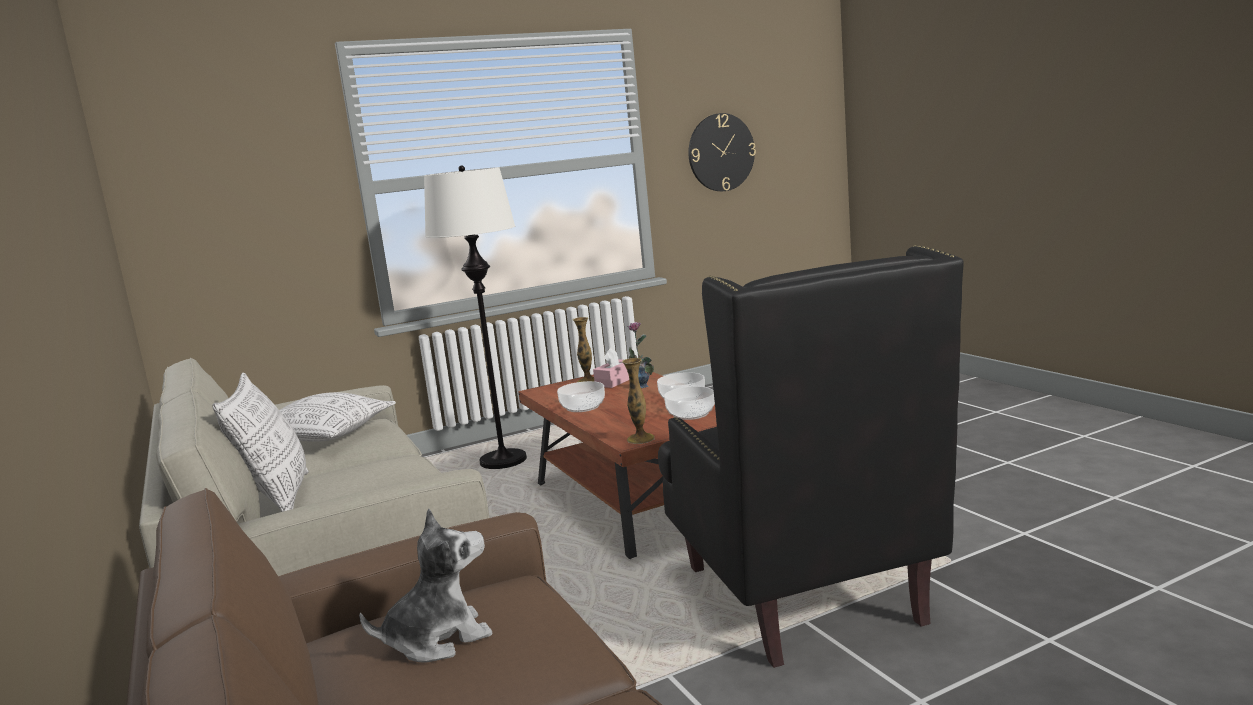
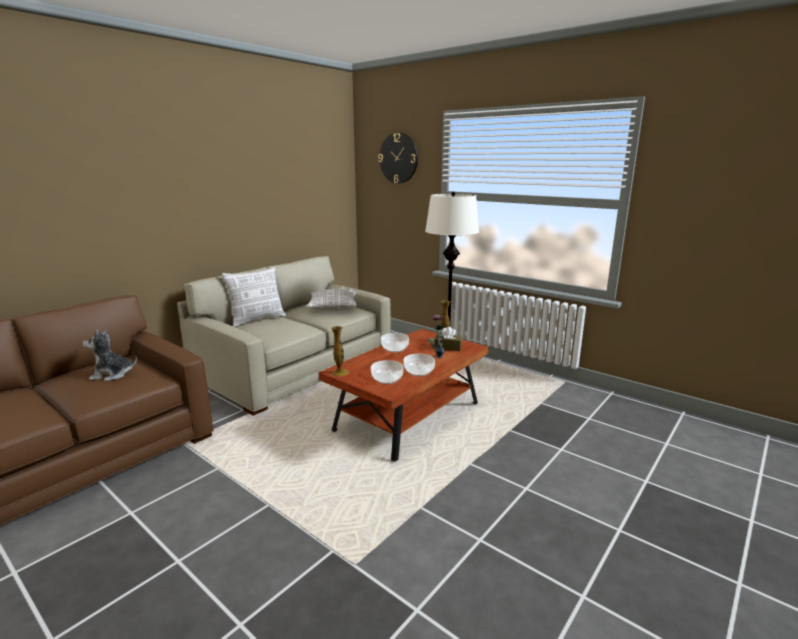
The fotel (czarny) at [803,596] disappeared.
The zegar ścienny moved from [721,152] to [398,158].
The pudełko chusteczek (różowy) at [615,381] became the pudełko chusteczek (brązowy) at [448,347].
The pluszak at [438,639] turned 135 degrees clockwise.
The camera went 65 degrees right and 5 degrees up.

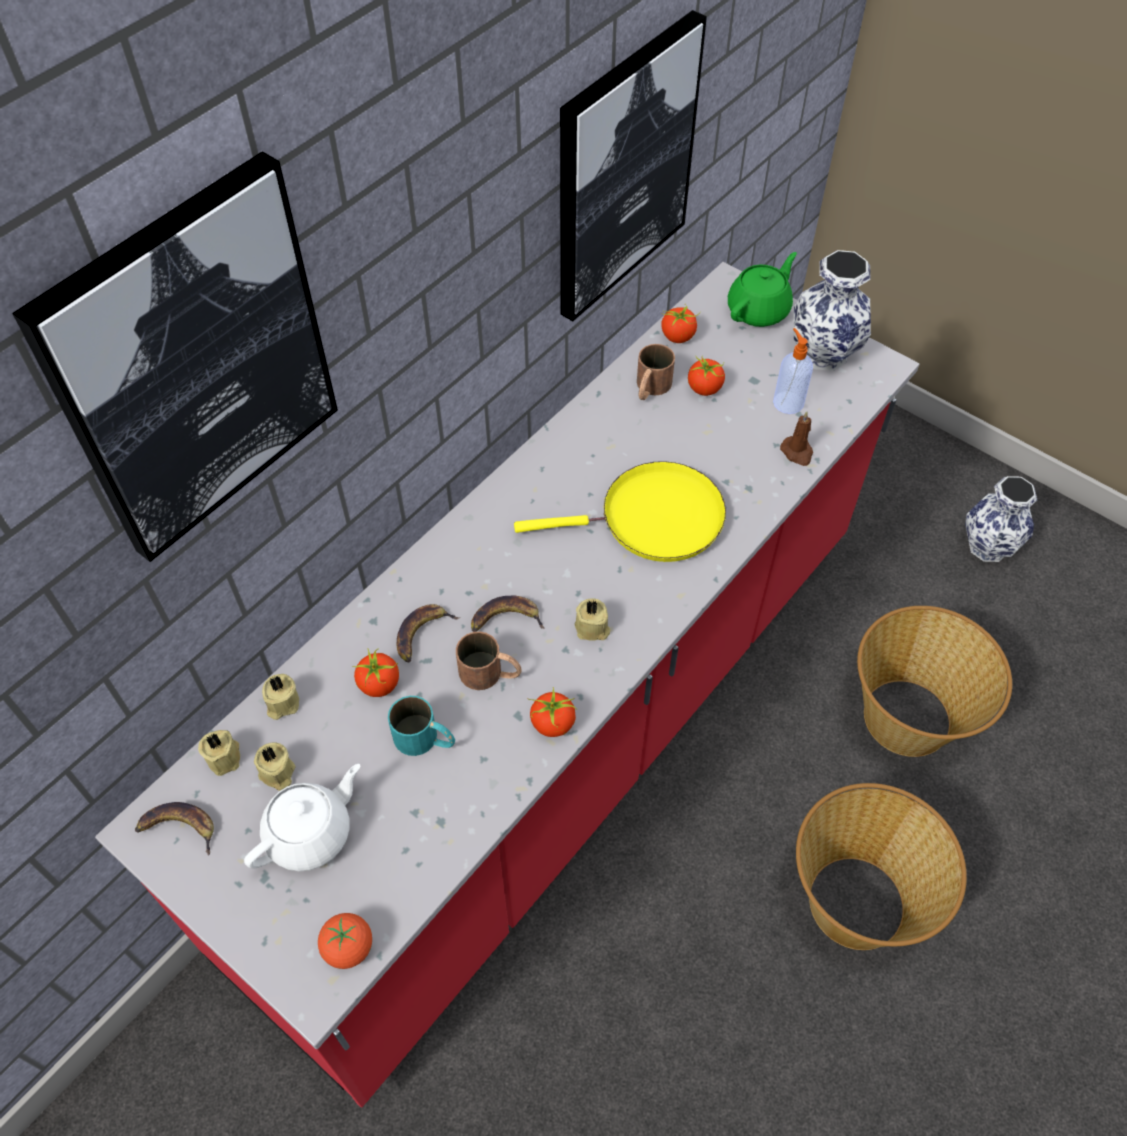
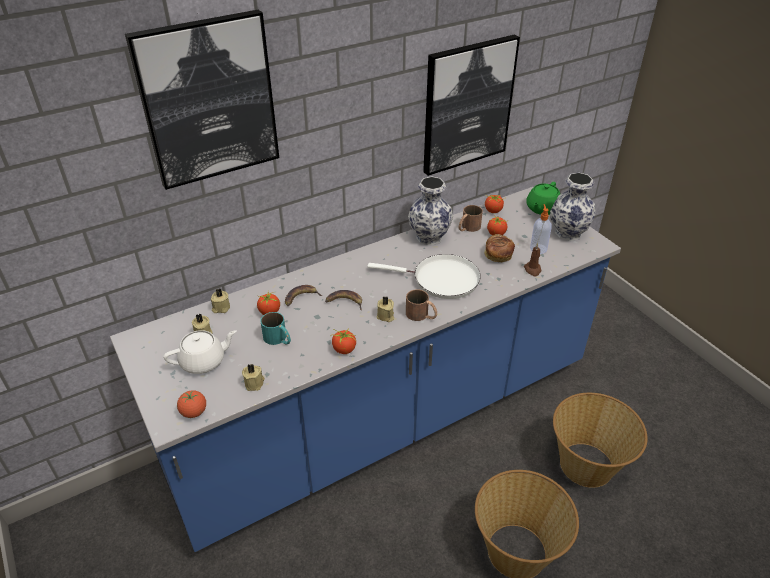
The banan at [178,828] disappeared.
The chleb at [498,255] appeared.
The świeca (beżowy) moved from [225,757] to [255,383].
The kubek (brązowy) moved from [490,673] to [421,315].
The wazon moved from [988,547] to [429,237].
The zabudowa kuchenna (czerwony) at [563,738] became the zabudowa kuchenna (niebieski) at [385,418].
The patelnia (żółty) at [653,519] became the patelnia (biały) at [441,280].
The imbryk (zielony) at [759,310] turned 150 degrees clockwise.
The camera went 20 degrees right and 15 degrees down.

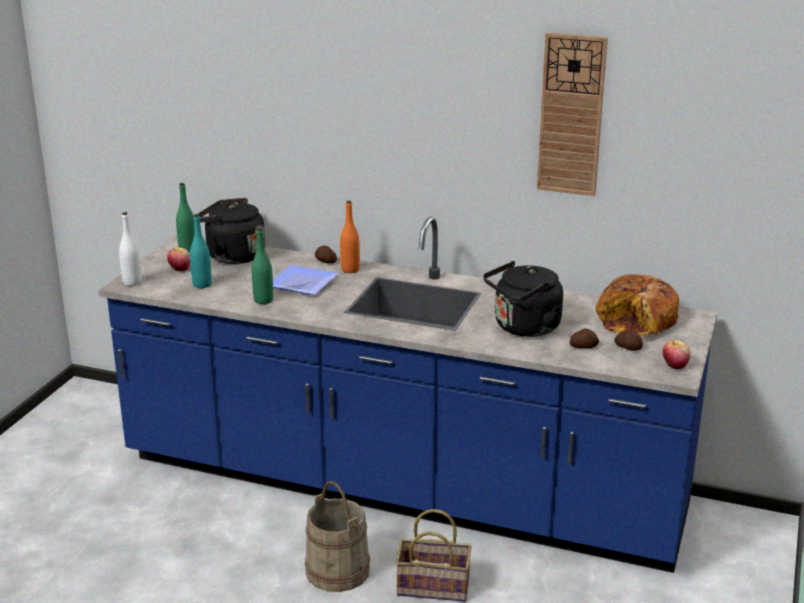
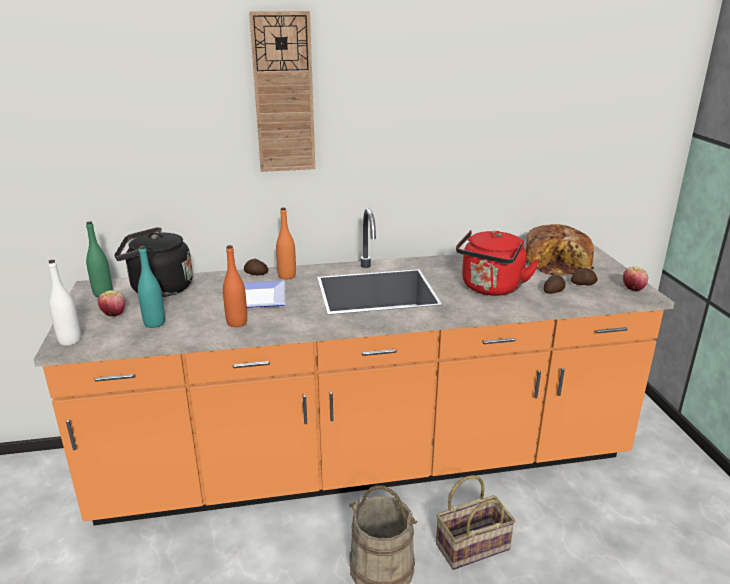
The zegar ścienny moved from [571,115] to [283,94].
The zabudowa kuchenna (niebieski) at [402,486] became the zabudowa kuchenna (pomarańczowy) at [365,461].
The butelka (zielony) at [263,300] became the butelka (pomarańczowy) at [237,323].
The czajnik (czarny) at [523,328] became the czajnik (czerwony) at [490,289].
The camera went 30 degrees left and 0 degrees up.

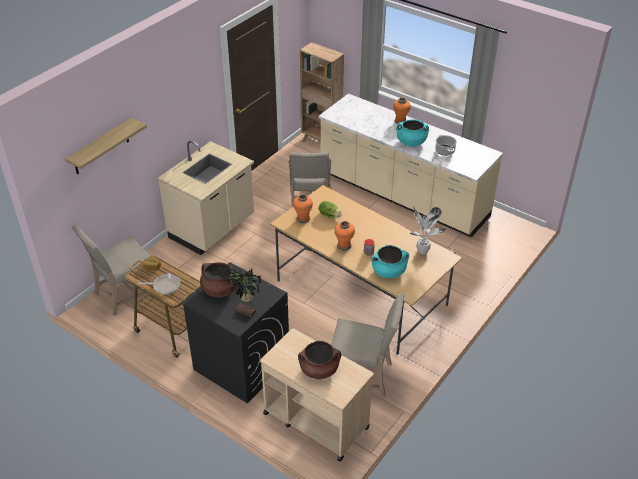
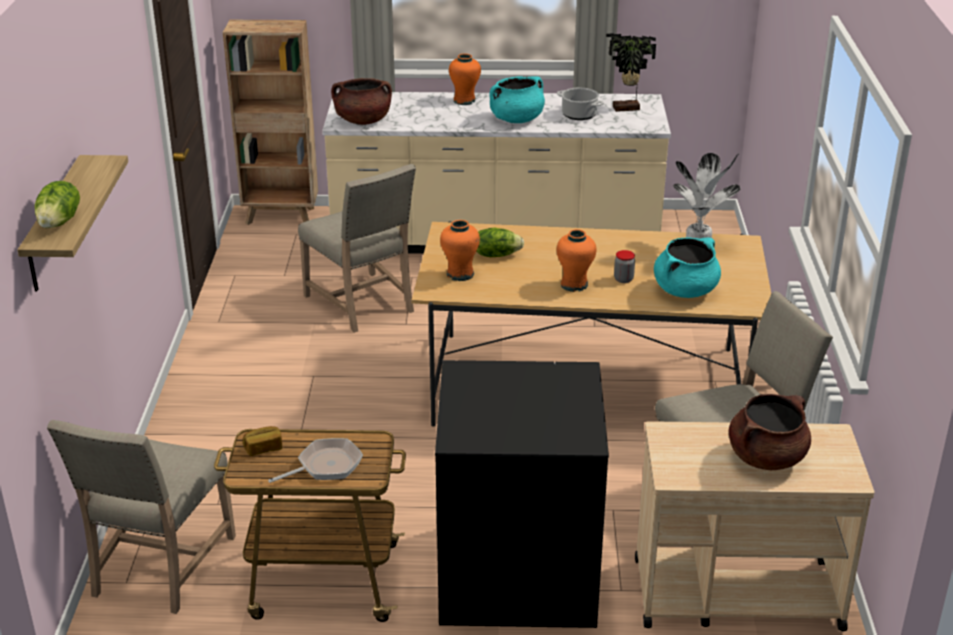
The zabudowa kuchenna (beżowy) at [212,228] disappeared.
The sałata at [60,222] appeared.
The garnek (brązowy) moved from [219,290] to [363,121].
The roślina doniczkowa moved from [245,313] to [627,109].
The camera went 35 degrees left and 10 degrees down.

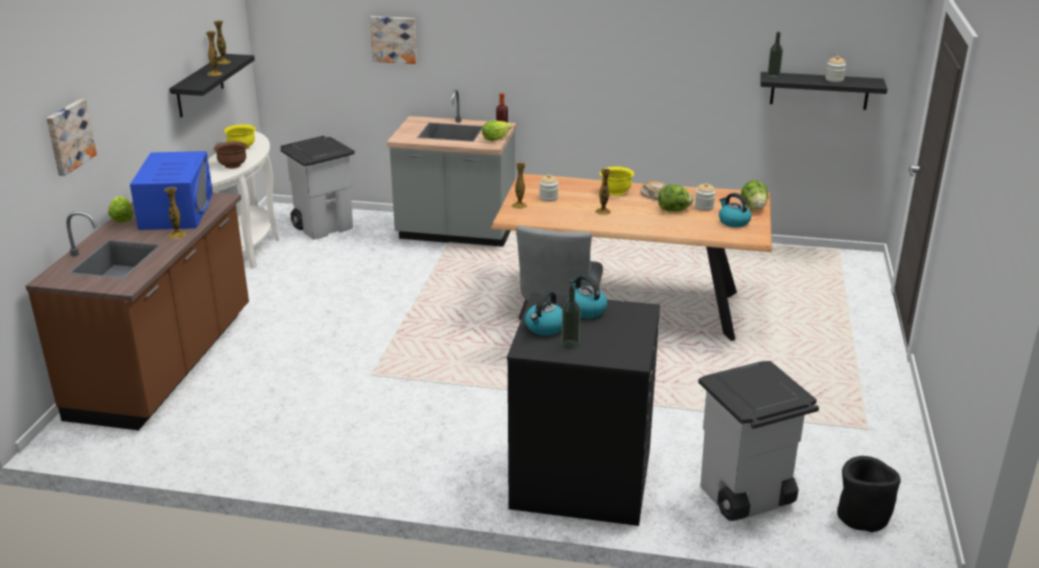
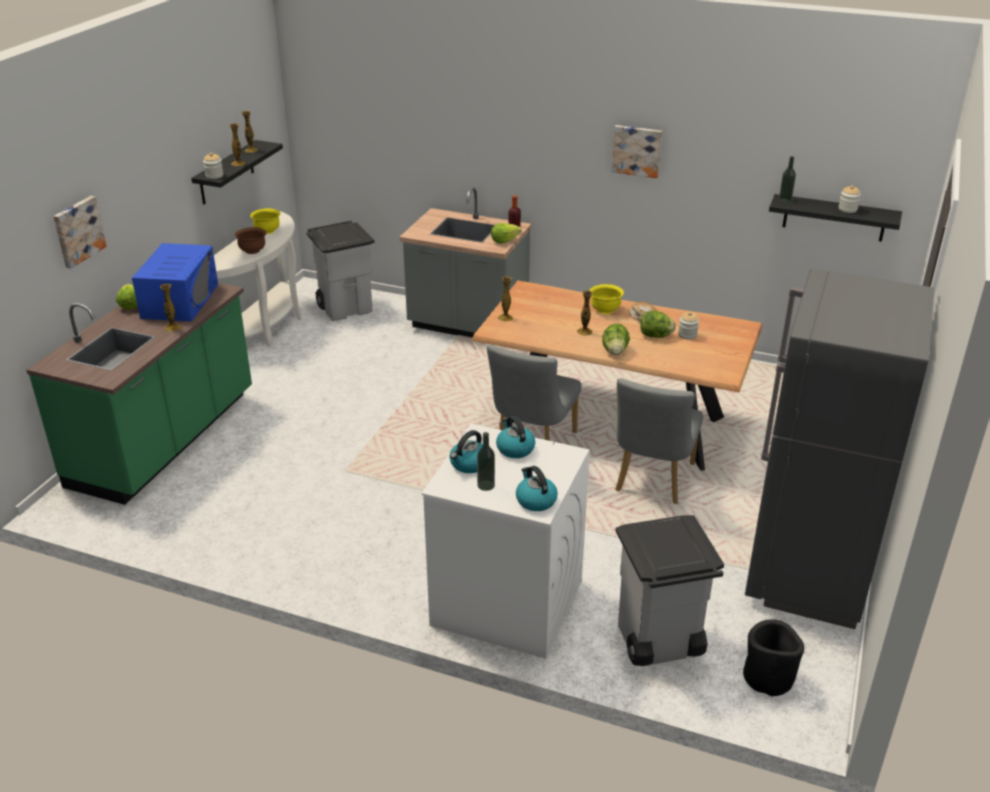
The krzesło (szary) at [652,481] appeared.
The lodówka (szary) at [807,574] appeared.
The obraz moved from [394,39] to [637,150].
The słoik moved from [548,198] to [214,176].
The czajnik moved from [733,222] to [535,500].
The sałata moved from [754,207] to [615,351].
The zabudowa kuchenna (brązowy) at [165,364] became the zabudowa kuchenna (zielony) at [165,439].
The pralka (czarny) at [580,478] became the pralka (biały) at [506,602].
The camera went 10 degrees right and 5 degrees up.

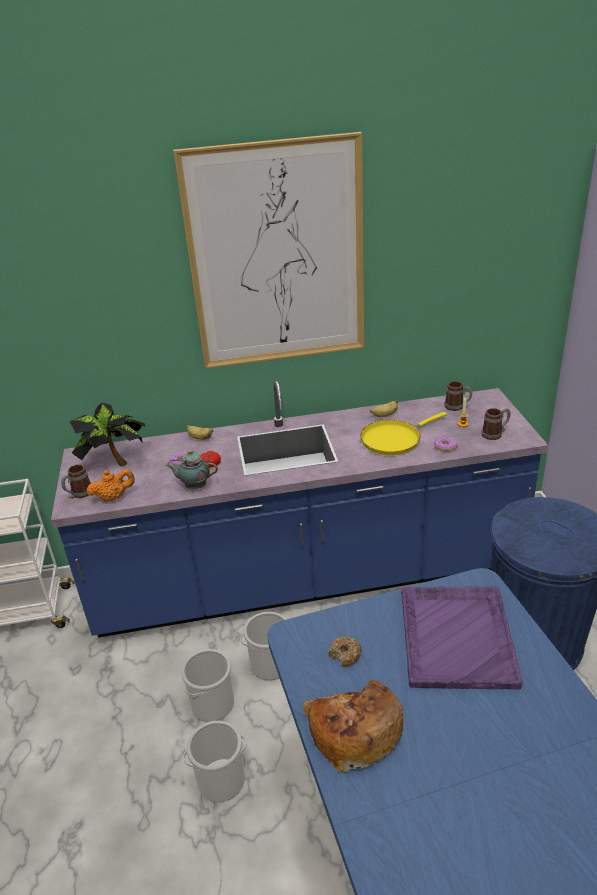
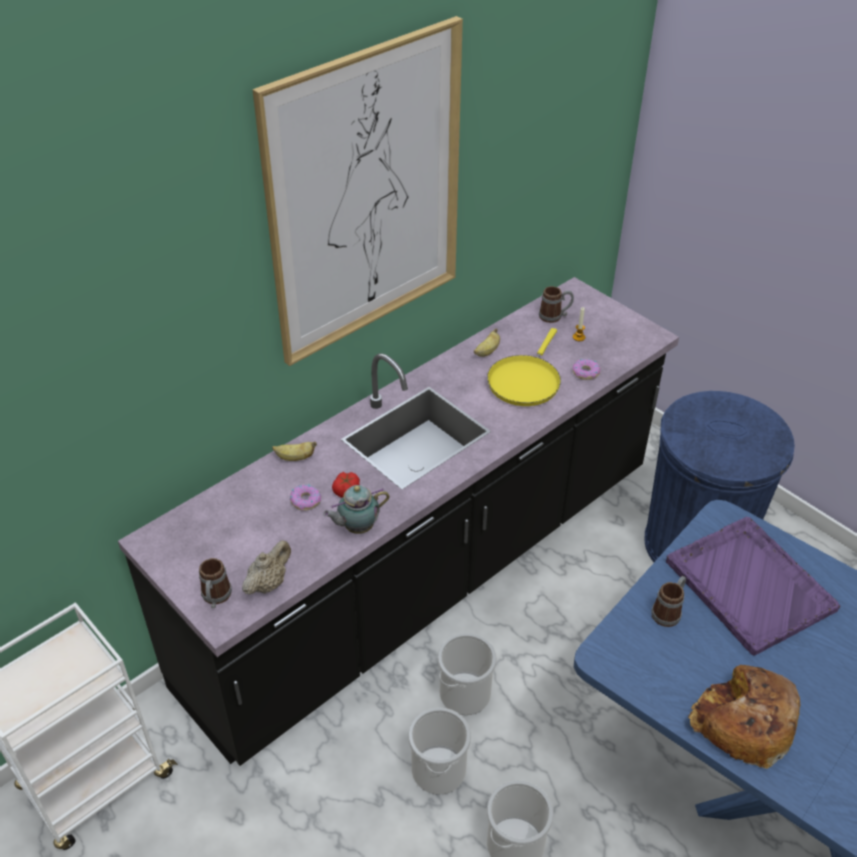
The roślina doniczkowa at [114,462] disappeared.
The donut at [345,655] disappeared.
The kubek moved from [495,434] to [668,611].
The zabudowa kuchenna (niebieski) at [307,580] became the zabudowa kuchenna (czarny) at [427,576].
The imbryk (pomarańczowy) at [114,497] became the imbryk (beżowy) at [268,583].
The camera went 35 degrees left and 10 degrees up.

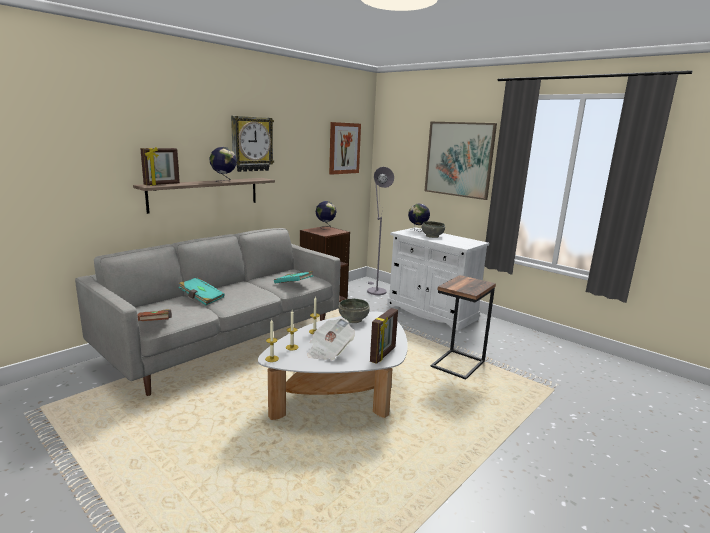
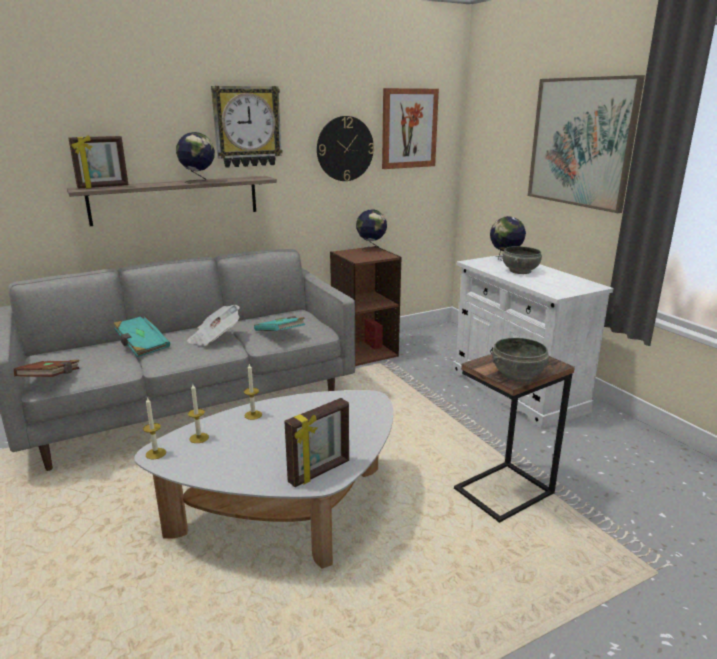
The lampa stojąca (szary) at [374,290] disappeared.
The zegar ścienny at [345,149] appeared.
The gazeta moved from [329,351] to [215,338].
The miska (szary) moved from [353,320] to [518,375].
The camera went 20 degrees right and 5 degrees up.

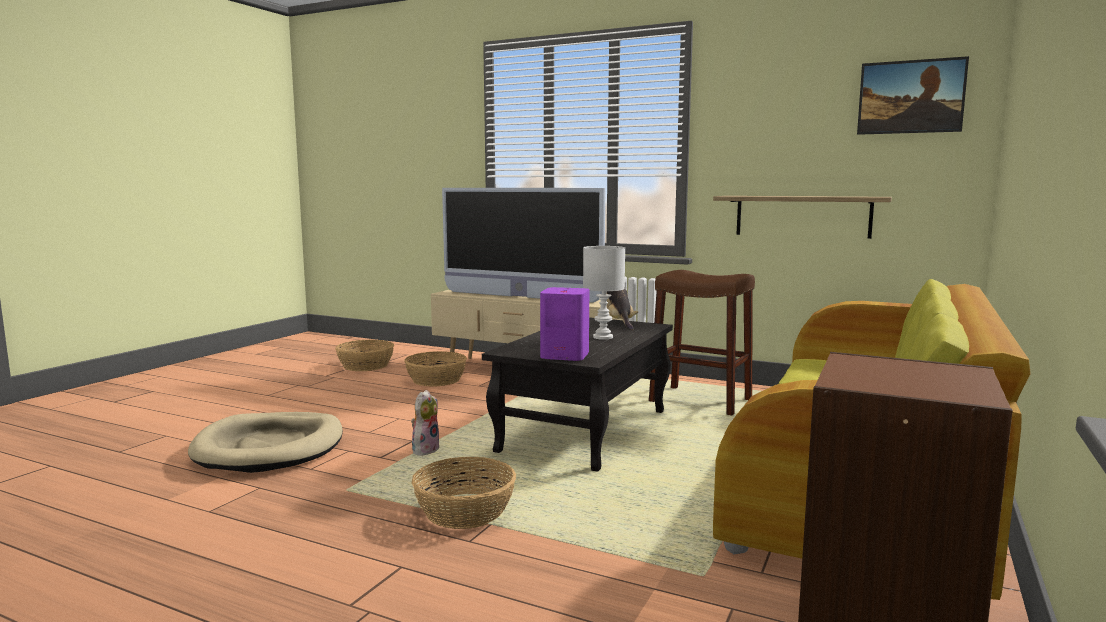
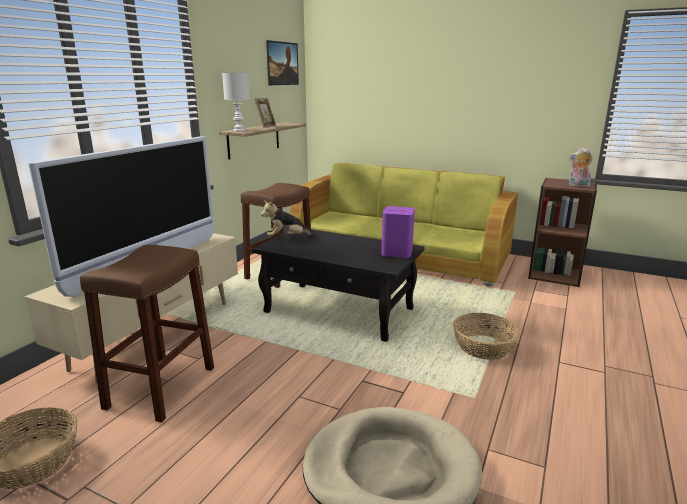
The ramka na zdjęcie at [266,127] appeared.
The pluszak moved from [425,450] to [578,185].
The lampa stołowa (biały) moved from [602,337] to [238,130].
The koszyk at [436,380] was replaced by the stołek (brązowy) at [161,387].
The camera went 90 degrees left and 10 degrees up.

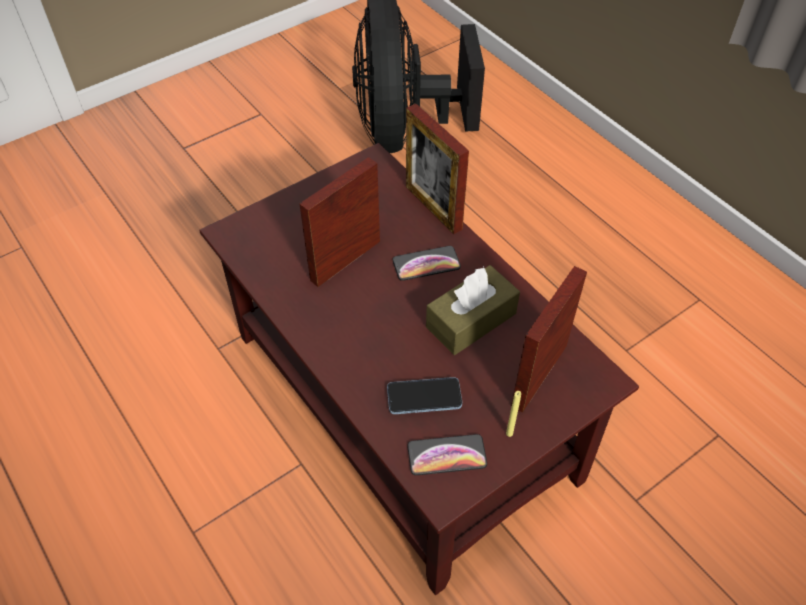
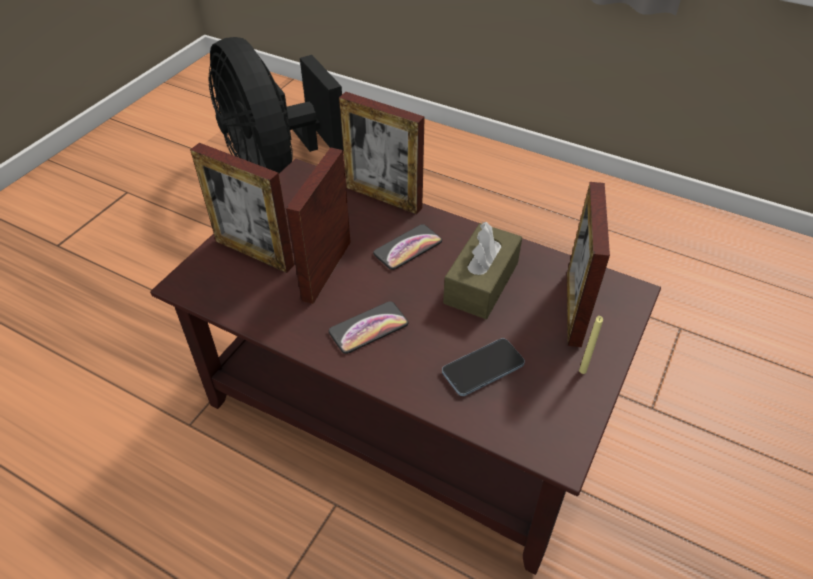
The ramka na zdjęcie at [254,253] appeared.
The telefon moved from [446,455] to [368,328].
The camera went 25 degrees left and 5 degrees down.

